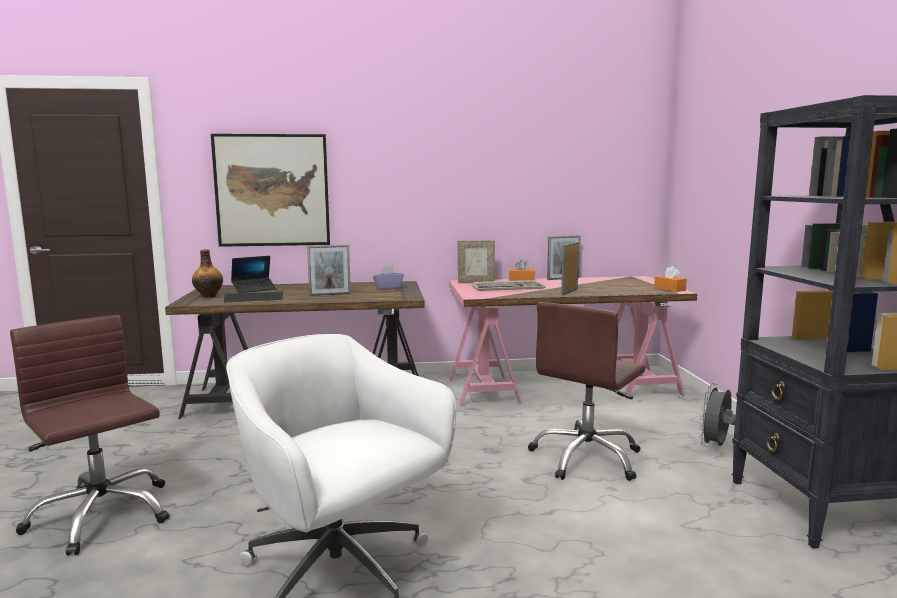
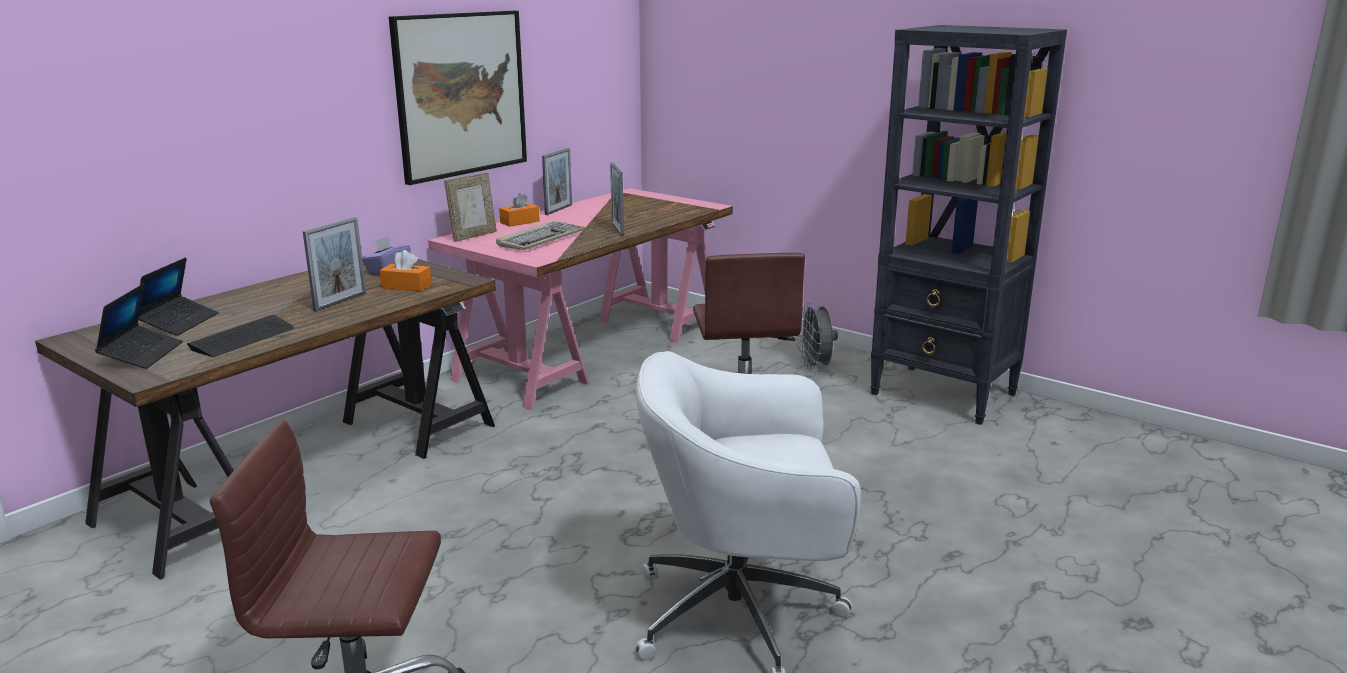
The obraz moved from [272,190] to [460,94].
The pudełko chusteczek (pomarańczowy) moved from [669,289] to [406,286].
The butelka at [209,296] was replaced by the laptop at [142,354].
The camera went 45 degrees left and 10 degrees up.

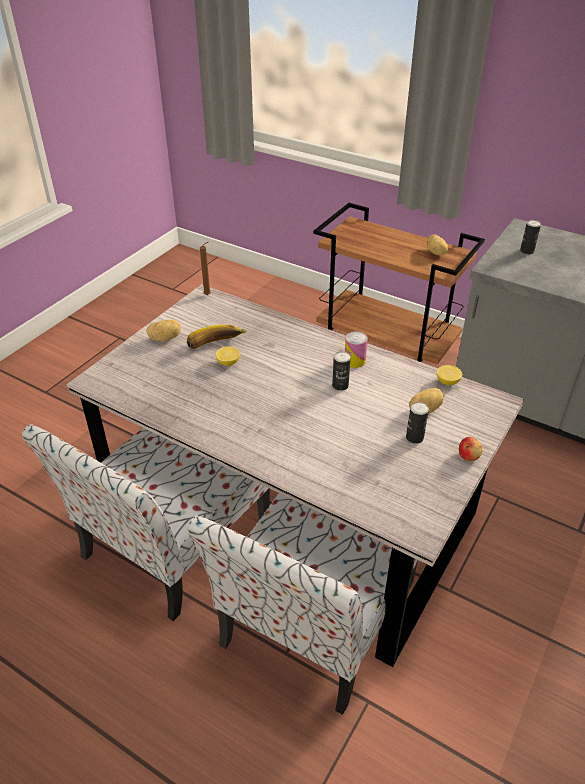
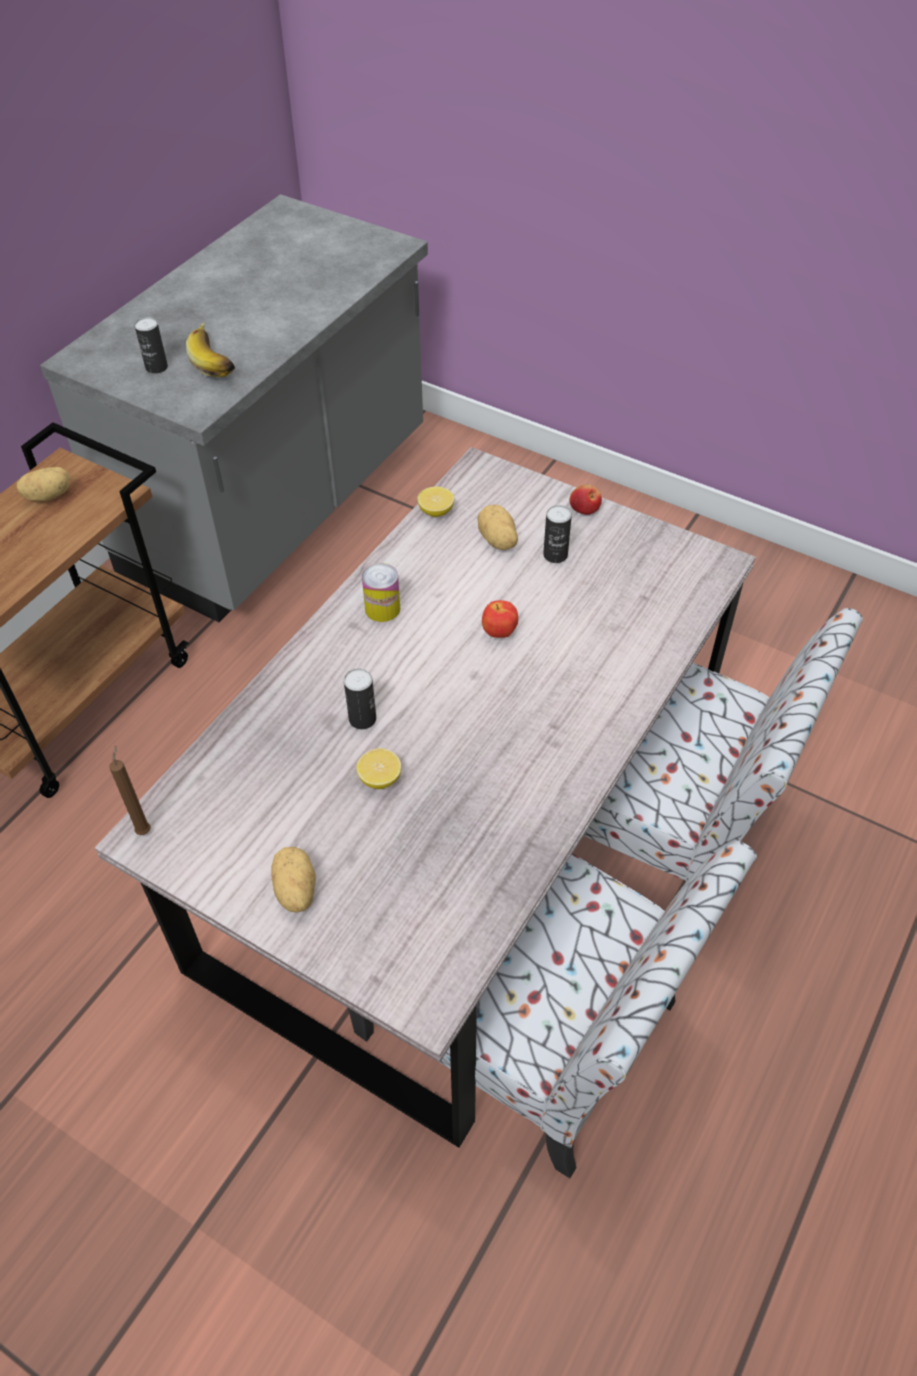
The jabłko at [499,633] appeared.
The banan moved from [216,346] to [217,361].
The puszka moved from [340,385] to [362,719].
The camera went 90 degrees left and 10 degrees up.

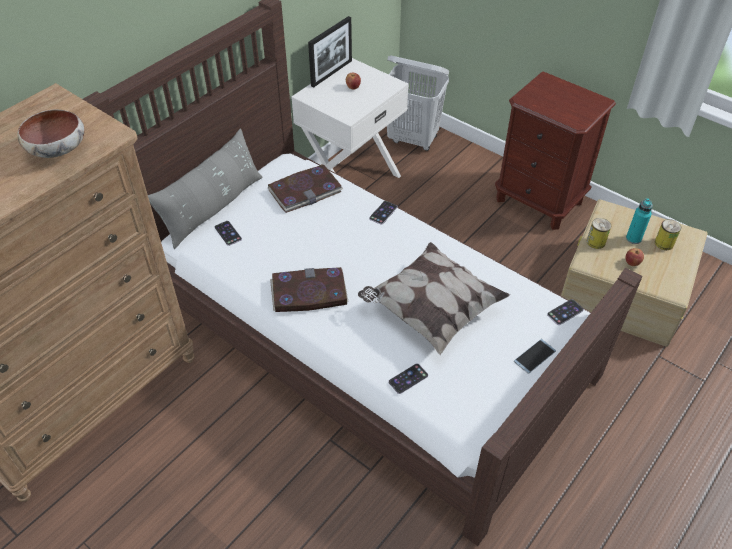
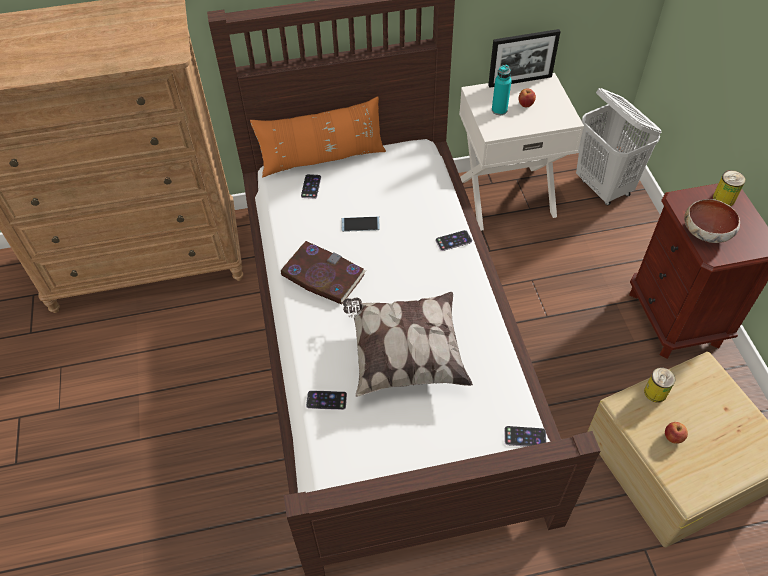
The książka at [305,191] disappeared.
The miska moved from [58,149] to [707,232].
The telefon moved from [534,356] to [360,224].
The butelka (turkusowy) moved from [633,239] to [499,110].
The puszka moved from [664,243] to [724,198].
The poduszka (szary) at [213,208] became the poduszka (pomarańczowy) at [322,158].
The camera went 40 degrees right and 5 degrees up.

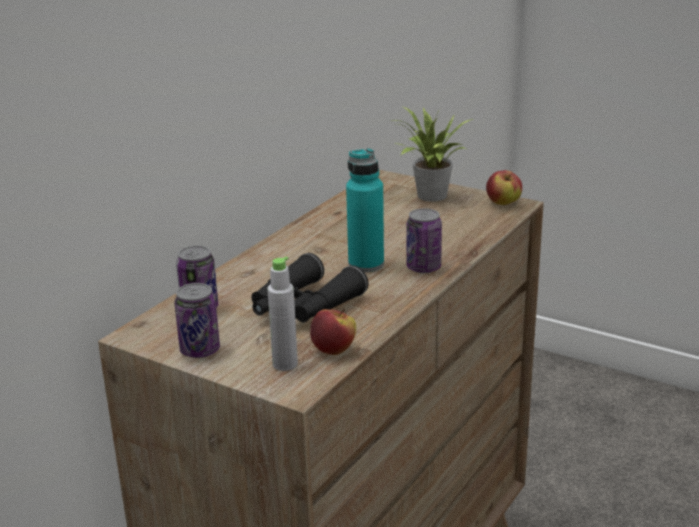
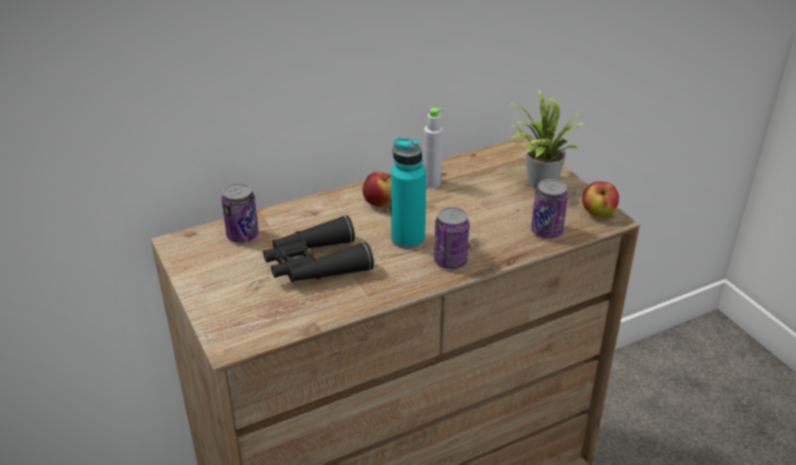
The puszka moved from [200,350] to [546,231].
The butelka (szary) moved from [285,364] to [432,183].
The jabłko moved from [334,350] to [380,203].
The camera went 30 degrees right and 10 degrees up.

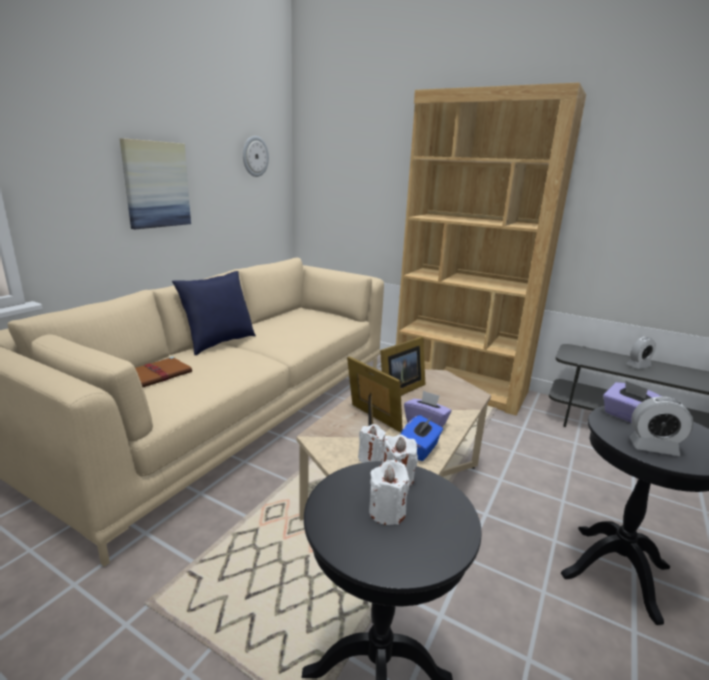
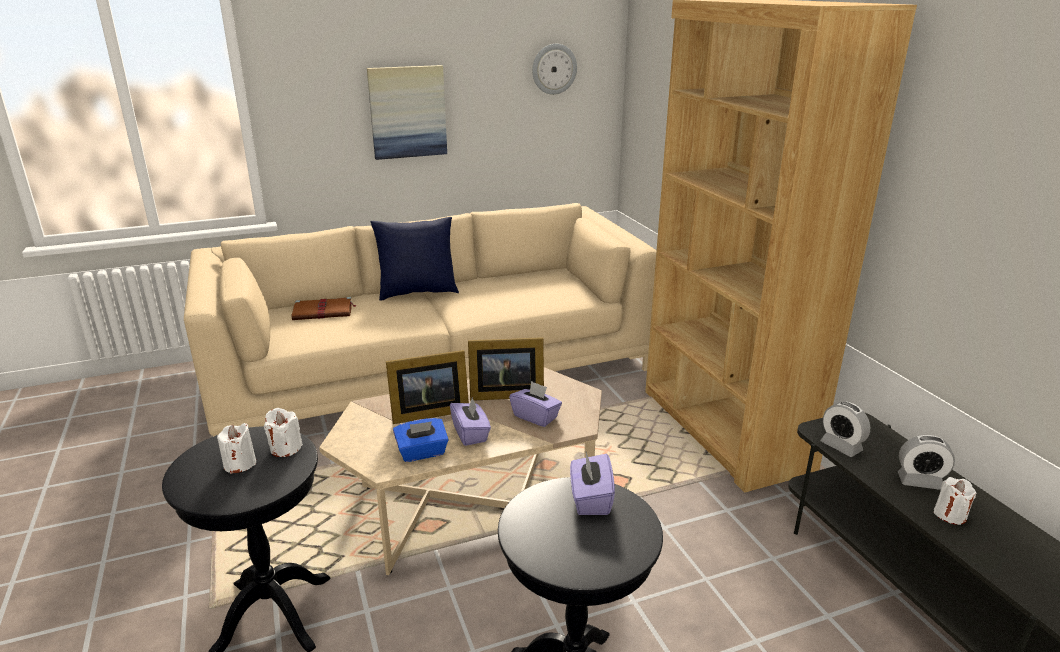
The pudełko chusteczek (fioletowy) at [535,417] appeared.
The świeca (biały) moved from [370,457] to [950,515].
The budzik moved from [653,447] to [841,446].
The ramka na zdjęcie at [371,421] turned 75 degrees clockwise.
The camera went 40 degrees right and 5 degrees up.

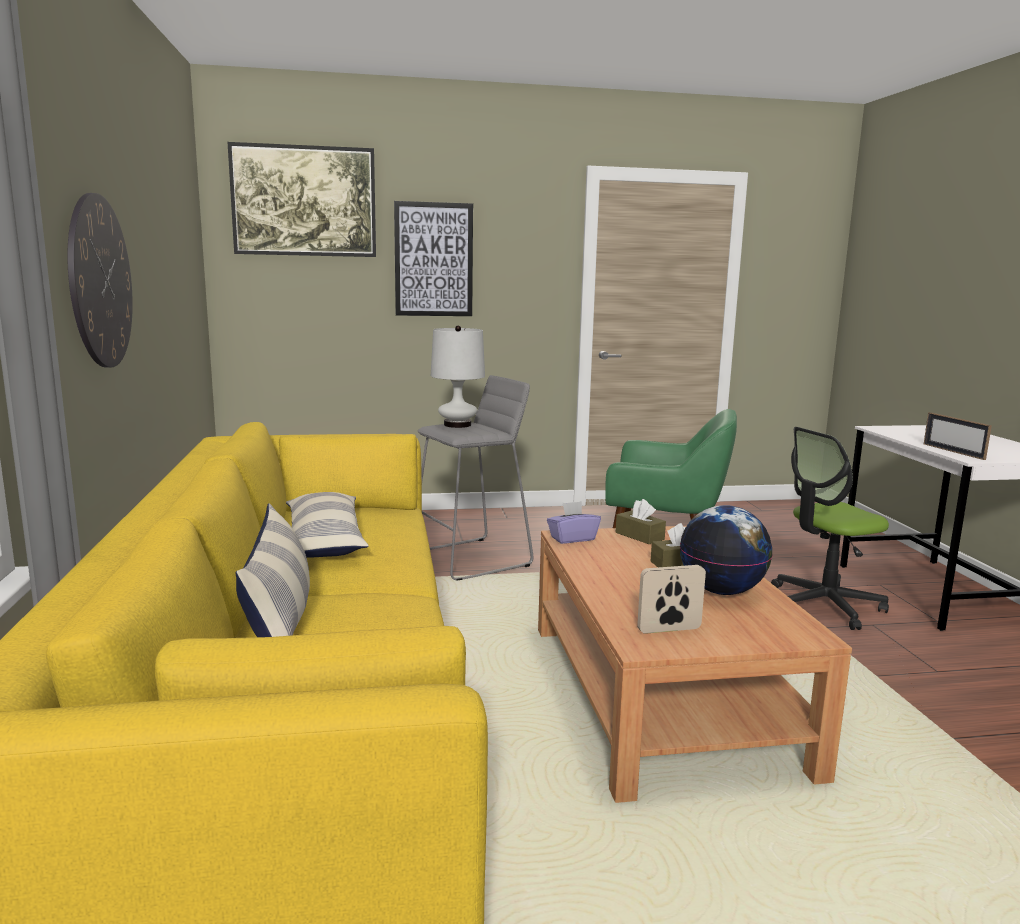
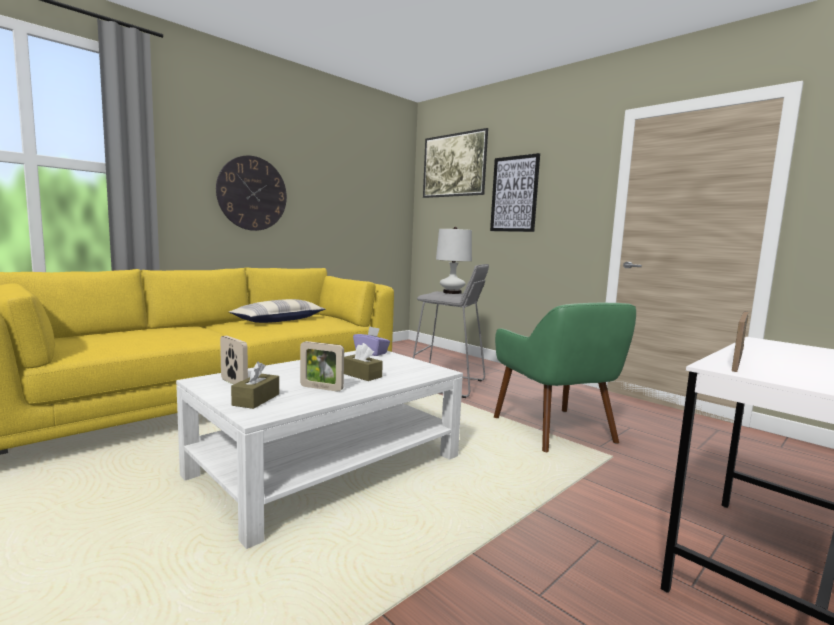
The poduszka at [280,618] disappeared.
The krzesło biurowe at [824,605] disappeared.
The pudełko chusteczek (brązowy) moved from [639,536] to [256,399].
The globus at [722,591] was replaced by the ramka na zdjęcie at [321,388].
The ława (brązowy) at [659,694] became the ława (biały) at [329,465].
The camera went 55 degrees right and 5 degrees down.

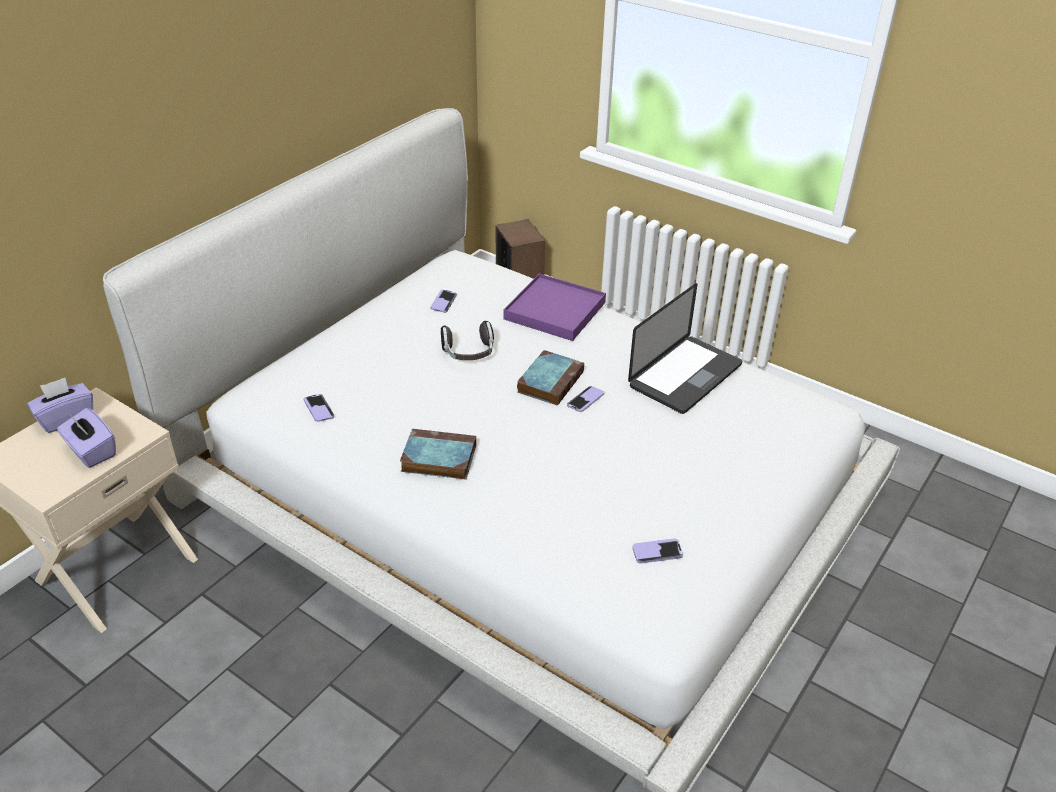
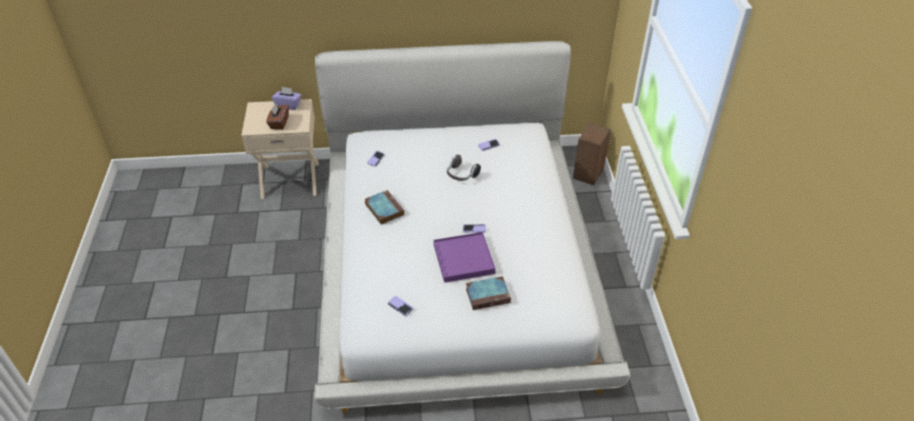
The laptop at [685,376] disappeared.
The taca (fioletowy) moved from [554,311] to [463,259].
The książka moved from [550,381] to [488,295].
The pudełko chusteczek (fioletowy) at [91,451] became the pudełko chusteczek (brązowy) at [279,123].
The camera went 50 degrees right and 5 degrees up.

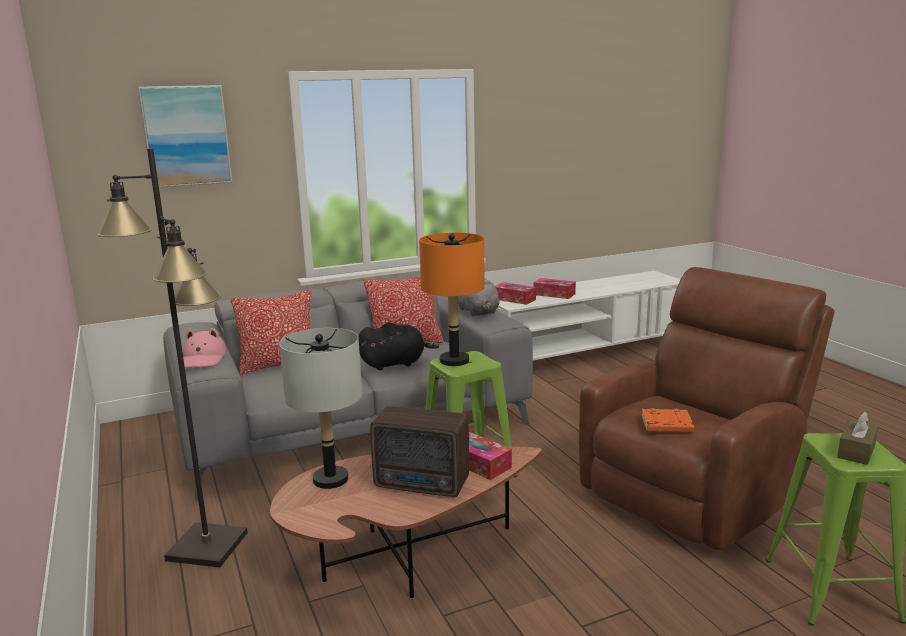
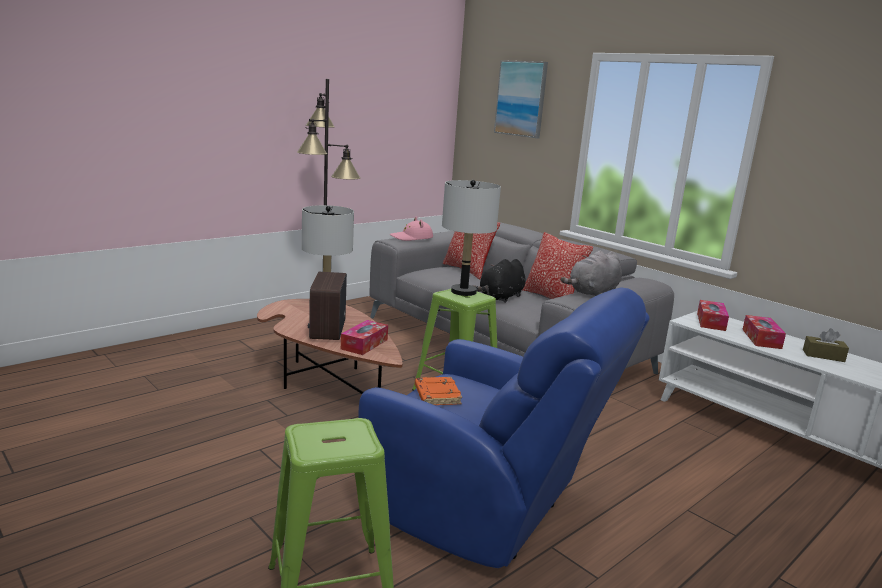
The pudełko chusteczek (brązowy) moved from [856,451] to [823,355].
The lampa stołowa (pomarańczowy) at [454,361] became the lampa stołowa (szary) at [463,292].
The fotel (brązowy) at [693,493] became the fotel (niebieski) at [485,510].
The pluszak (czarny) at [395,363] turned 75 degrees clockwise.
The camera went 70 degrees right and 0 degrees up.

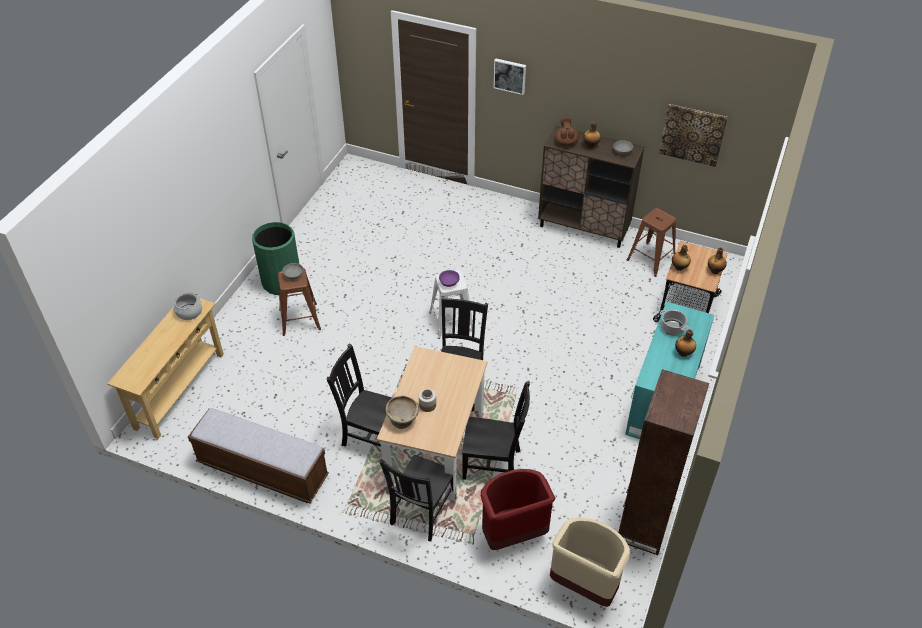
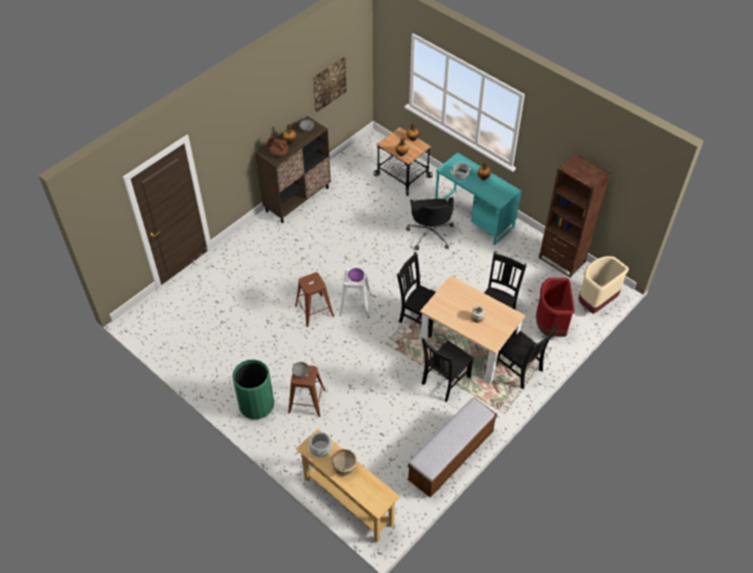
The obraz at [510,75] disappeared.
The krzesło biurowe (czarny) at [430,233] appeared.
The miska (beżowy) moved from [403,420] to [344,467].
The stołek (brązowy) moved from [651,259] to [314,310].
The camera went 70 degrees left and 5 degrees up.

